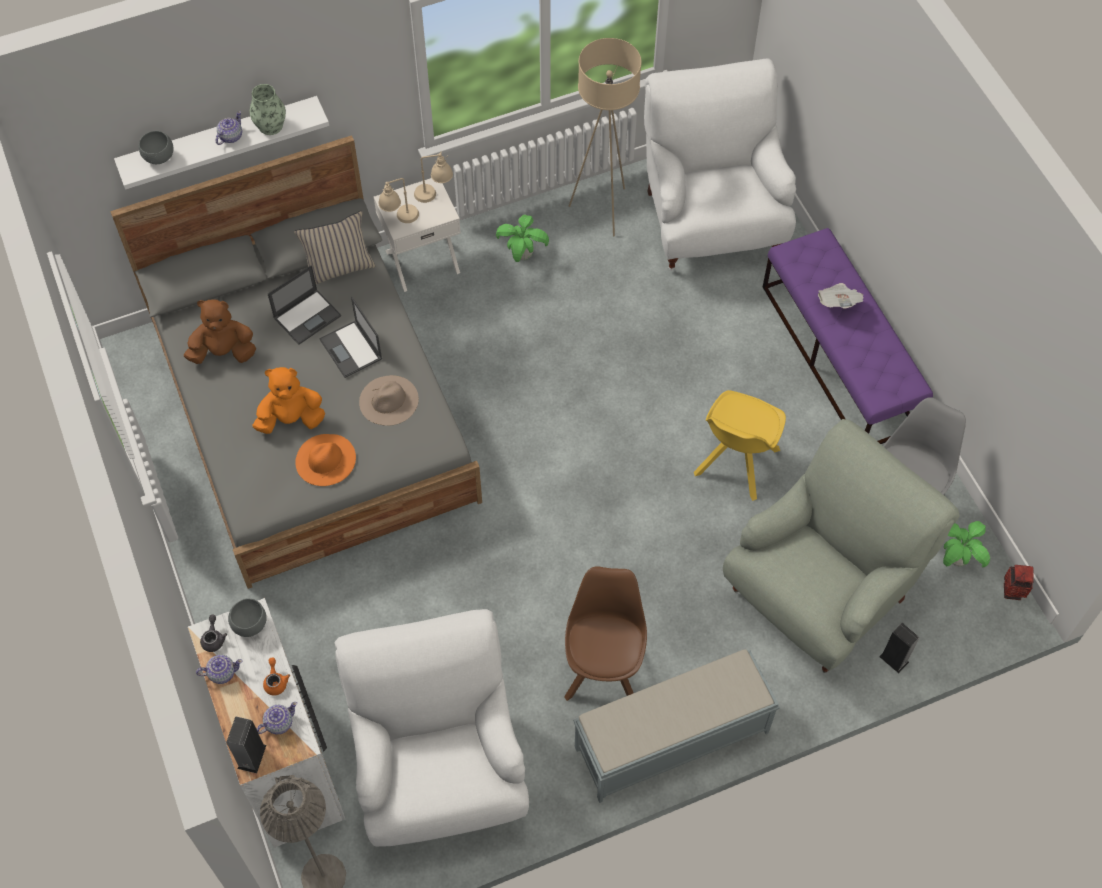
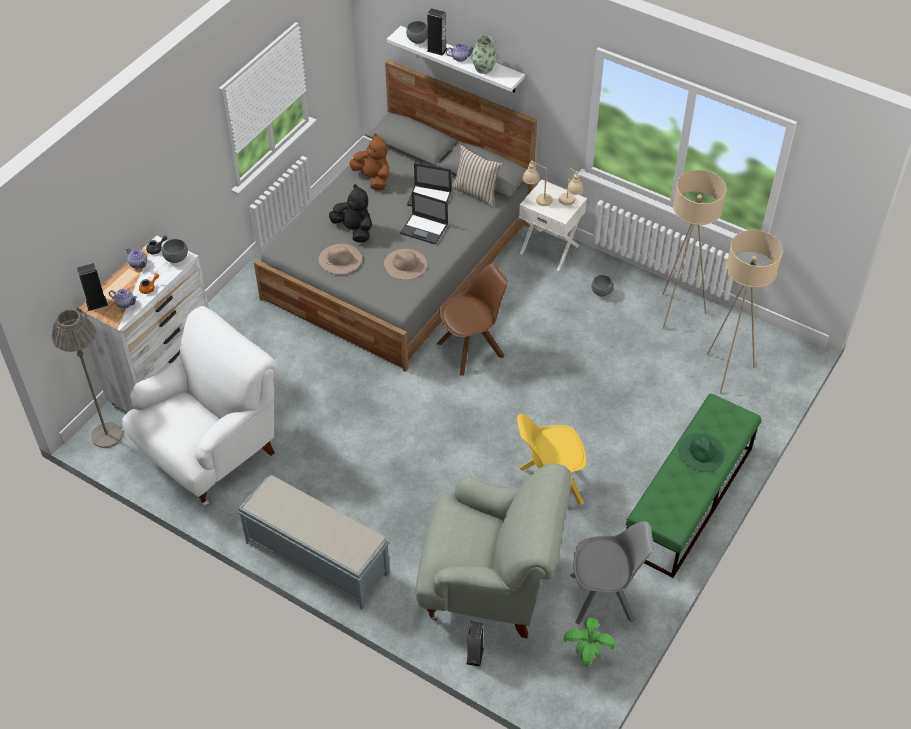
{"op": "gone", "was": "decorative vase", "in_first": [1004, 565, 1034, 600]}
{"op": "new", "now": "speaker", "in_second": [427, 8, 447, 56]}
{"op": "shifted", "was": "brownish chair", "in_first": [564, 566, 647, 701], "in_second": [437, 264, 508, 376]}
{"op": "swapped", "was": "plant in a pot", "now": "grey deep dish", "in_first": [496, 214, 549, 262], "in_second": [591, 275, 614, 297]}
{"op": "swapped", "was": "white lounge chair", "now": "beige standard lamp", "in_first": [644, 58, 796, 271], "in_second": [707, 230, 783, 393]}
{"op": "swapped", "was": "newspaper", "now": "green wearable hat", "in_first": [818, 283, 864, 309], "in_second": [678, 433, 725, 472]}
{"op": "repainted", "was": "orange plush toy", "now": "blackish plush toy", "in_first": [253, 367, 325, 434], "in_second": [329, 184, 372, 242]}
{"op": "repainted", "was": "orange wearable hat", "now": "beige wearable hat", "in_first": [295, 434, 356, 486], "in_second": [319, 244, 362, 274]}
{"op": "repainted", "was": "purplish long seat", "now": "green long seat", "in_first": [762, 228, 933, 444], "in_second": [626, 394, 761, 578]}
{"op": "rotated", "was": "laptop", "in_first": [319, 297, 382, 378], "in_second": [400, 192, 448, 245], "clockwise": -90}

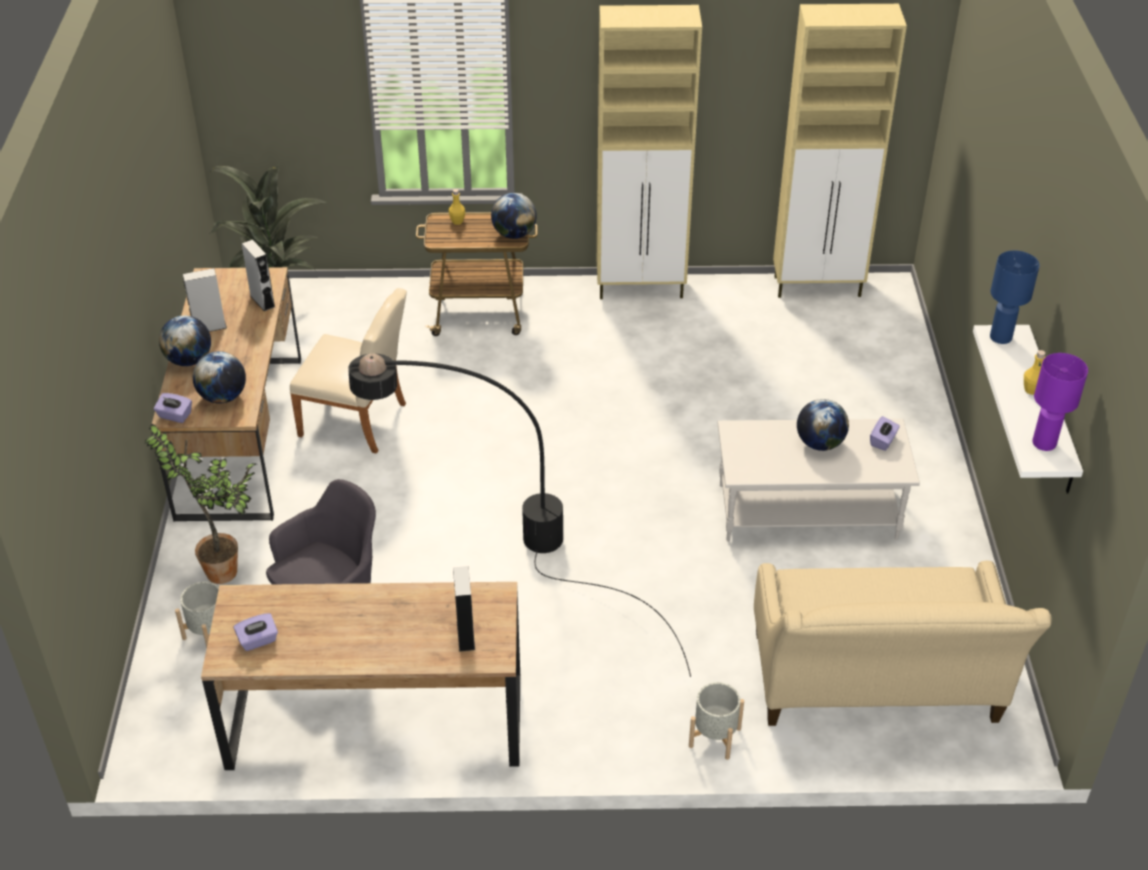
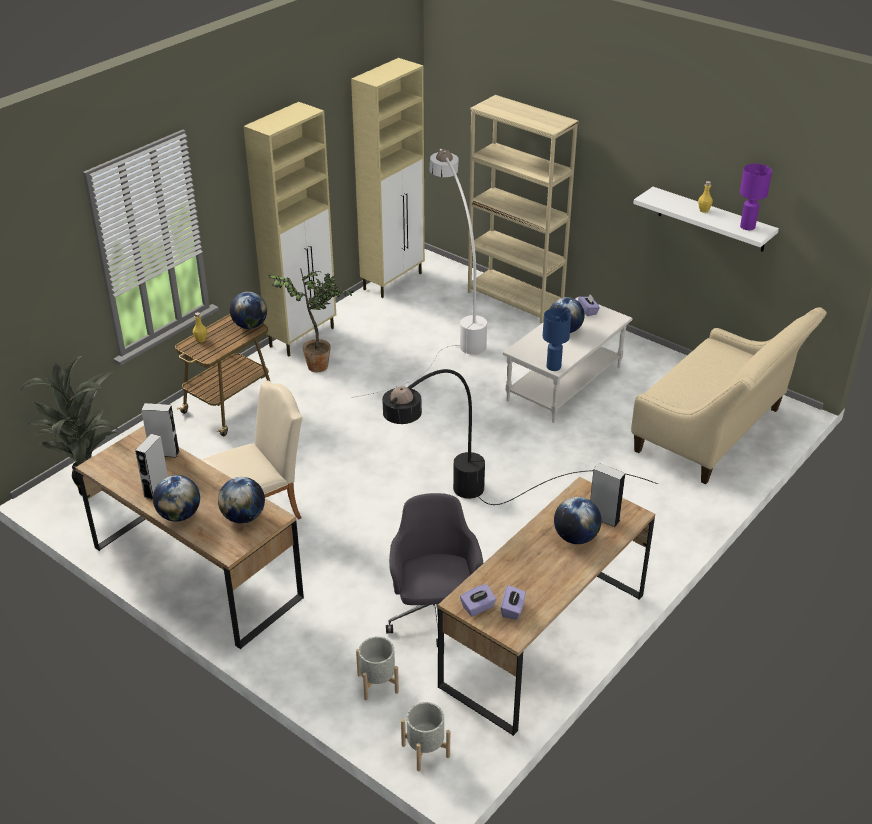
{"op": "new", "now": "white standard lamp", "in_second": [351, 149, 487, 398]}
{"op": "new", "now": "beige bookshelf", "in_second": [468, 95, 579, 324]}
{"op": "new", "now": "world globe", "in_second": [554, 497, 602, 544]}
{"op": "shifted", "was": "plant in a pot", "in_first": [145, 424, 256, 584], "in_second": [268, 268, 354, 373]}
{"op": "shifted", "was": "purplish tissue box", "in_first": [154, 393, 192, 423], "in_second": [460, 584, 497, 616]}
{"op": "shifted", "was": "grey plant pot", "in_first": [689, 682, 744, 760], "in_second": [401, 702, 450, 771]}
{"op": "shifted", "was": "bluish tabletop lamp", "in_first": [990, 251, 1040, 344], "in_second": [543, 308, 571, 371]}

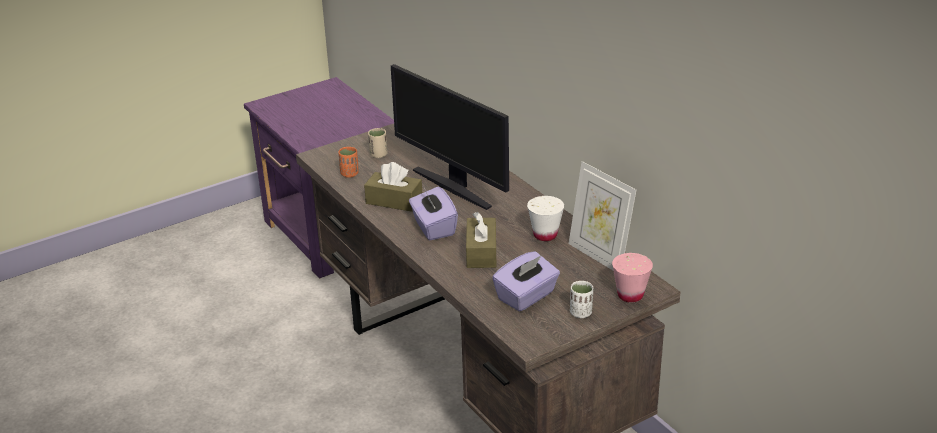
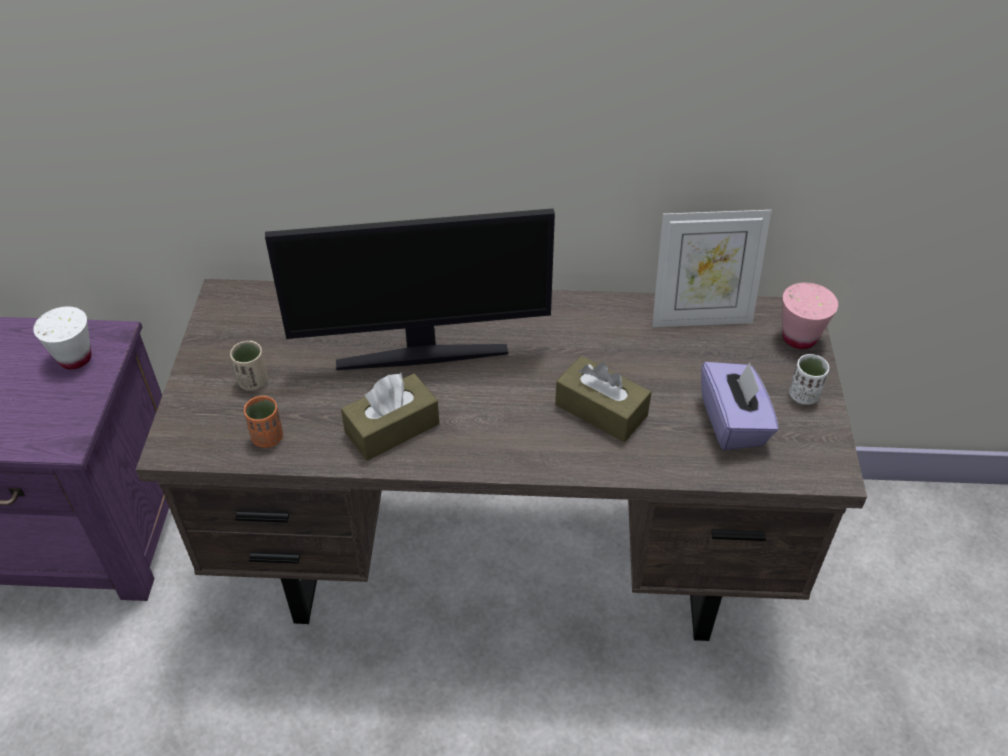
{"op": "gone", "was": "purplish tissue box", "in_first": [409, 187, 458, 240]}
{"op": "shifted", "was": "white small cup", "in_first": [527, 196, 564, 241], "in_second": [33, 306, 91, 369]}

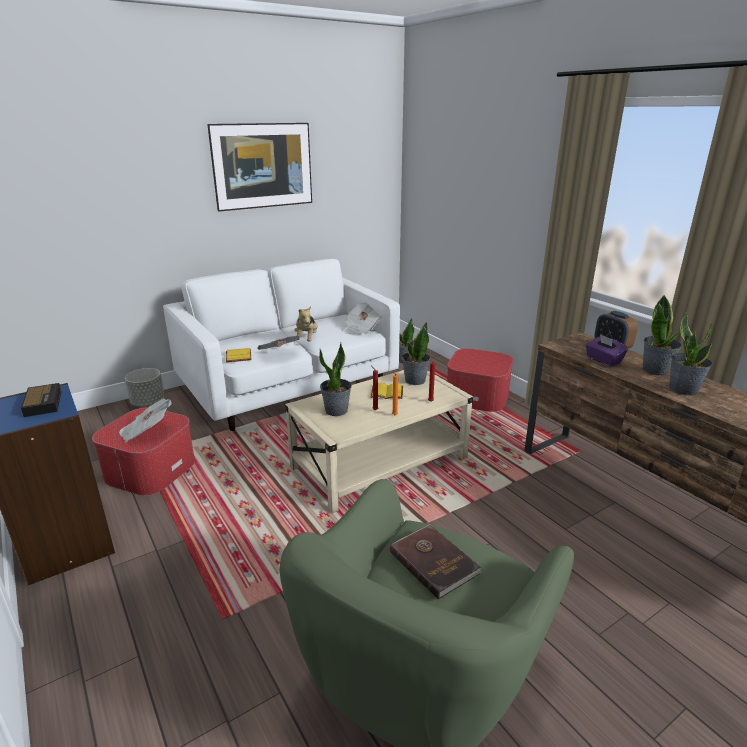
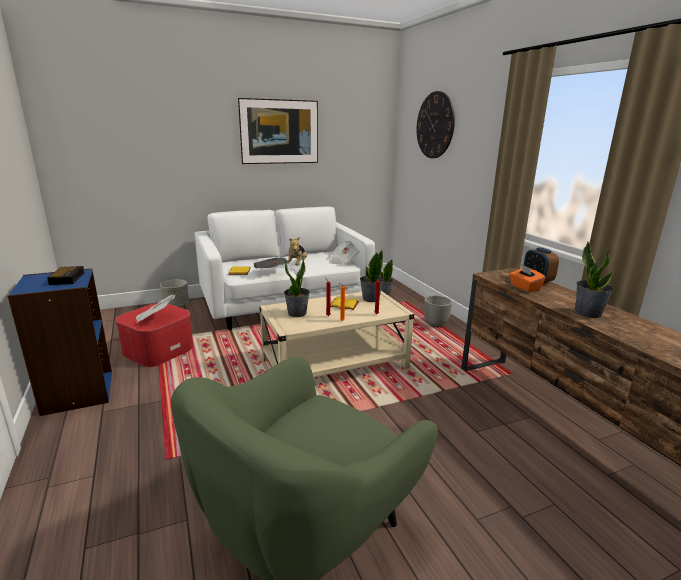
{"op": "gone", "was": "brownish volume", "in_first": [390, 524, 481, 600]}
{"op": "gone", "was": "plant in a pot", "in_first": [643, 295, 682, 376]}
{"op": "new", "now": "hanging clock", "in_second": [417, 91, 455, 158]}
{"op": "swapped", "was": "pouffe", "now": "plant pot", "in_first": [447, 348, 514, 412], "in_second": [424, 296, 452, 327]}
{"op": "repainted", "was": "purplish tissue box", "now": "orange tissue box", "in_first": [586, 334, 628, 367], "in_second": [509, 265, 546, 292]}

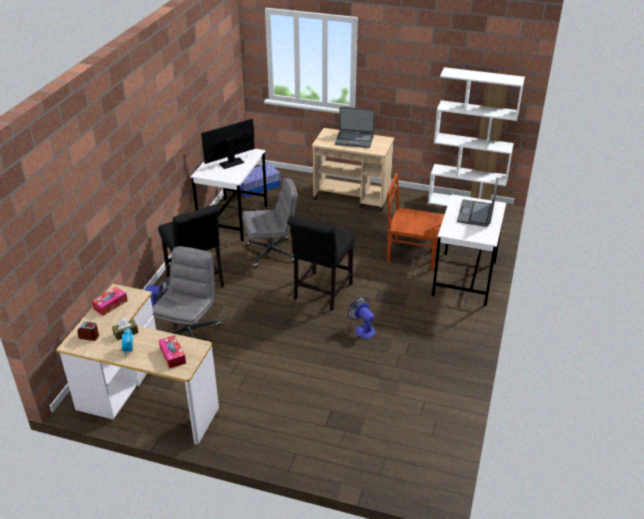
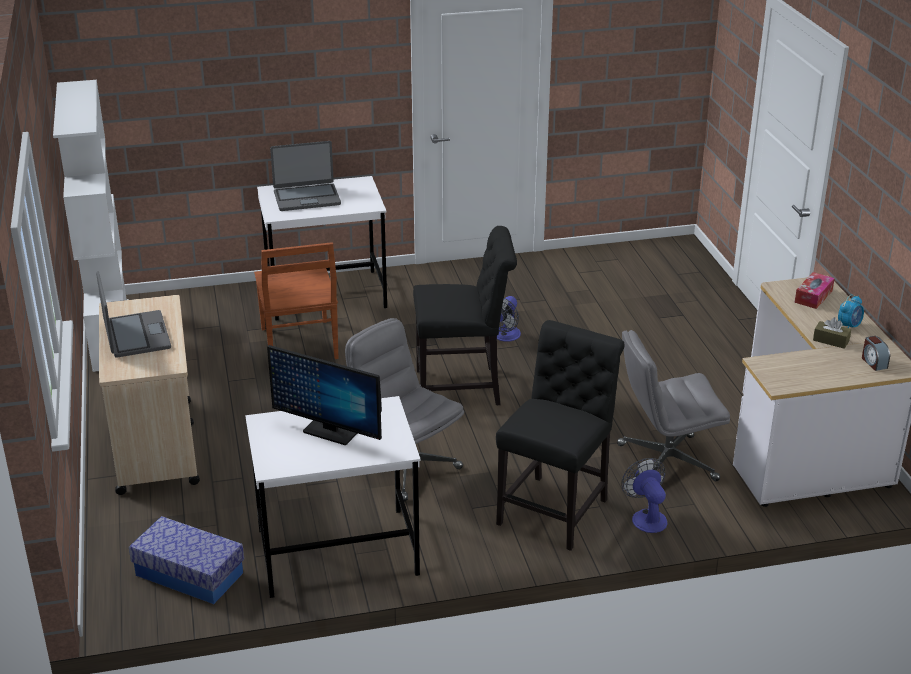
{"op": "gone", "was": "tissue box", "in_first": [92, 287, 128, 316]}

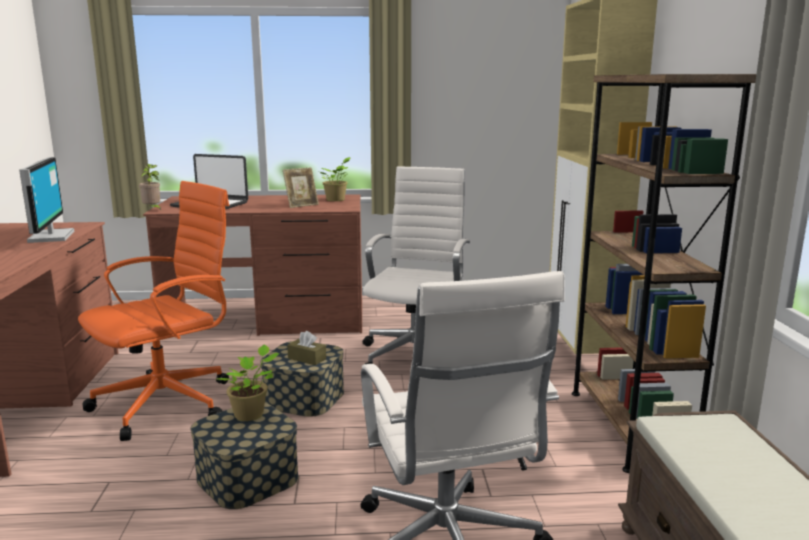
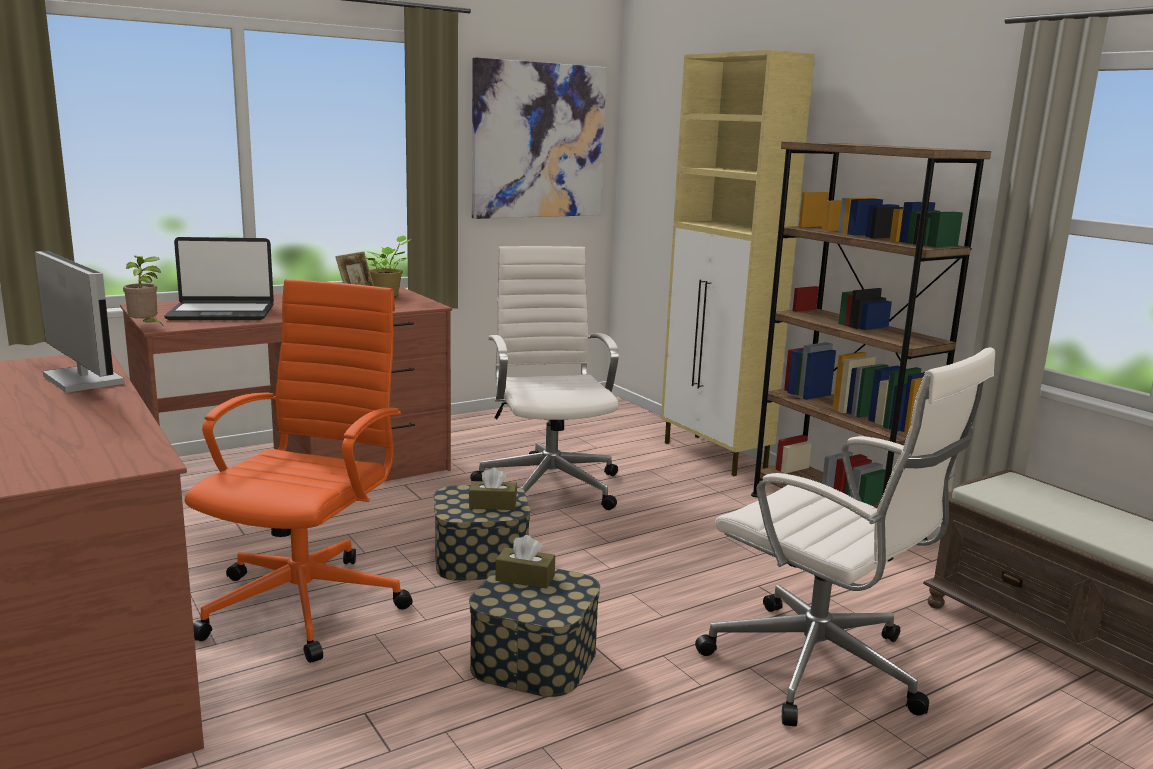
{"op": "new", "now": "wall picture", "in_second": [472, 57, 607, 219]}
{"op": "swapped", "was": "plant in a pot", "now": "brownish tissue box", "in_first": [217, 345, 280, 421], "in_second": [495, 535, 555, 589]}

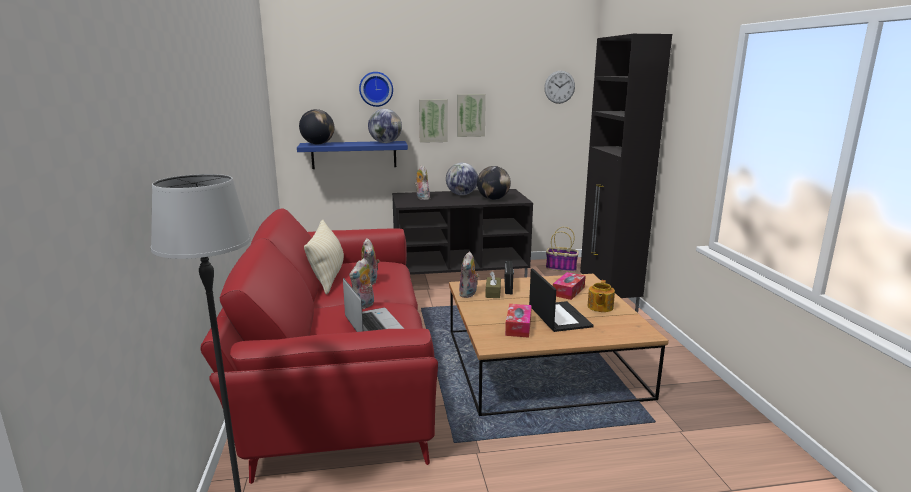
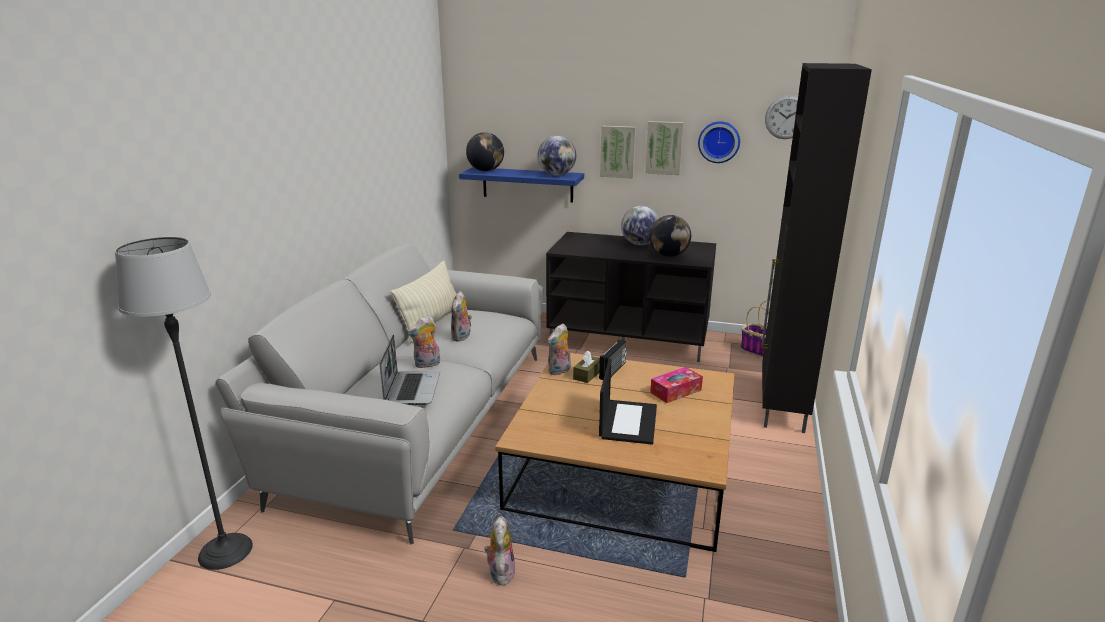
{"op": "gone", "was": "tissue box", "in_first": [505, 304, 532, 338]}
{"op": "gone", "was": "teapot", "in_first": [587, 280, 615, 312]}
{"op": "shifted", "was": "hanging clock", "in_first": [359, 72, 393, 107], "in_second": [698, 121, 740, 163]}
{"op": "shifted", "was": "plush toy", "in_first": [415, 165, 430, 200], "in_second": [484, 516, 516, 585]}
{"op": "repainted", "was": "red-coloured settee", "now": "grey settee", "in_first": [201, 209, 438, 484], "in_second": [215, 244, 543, 544]}

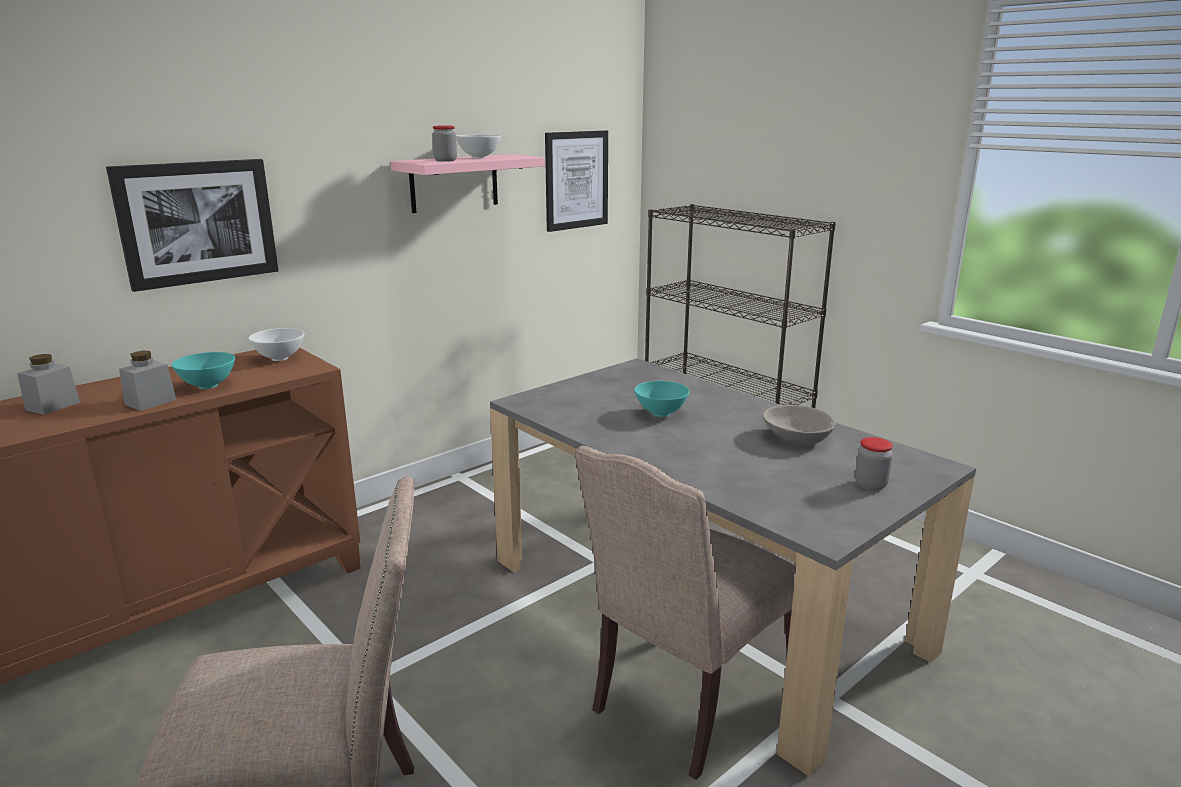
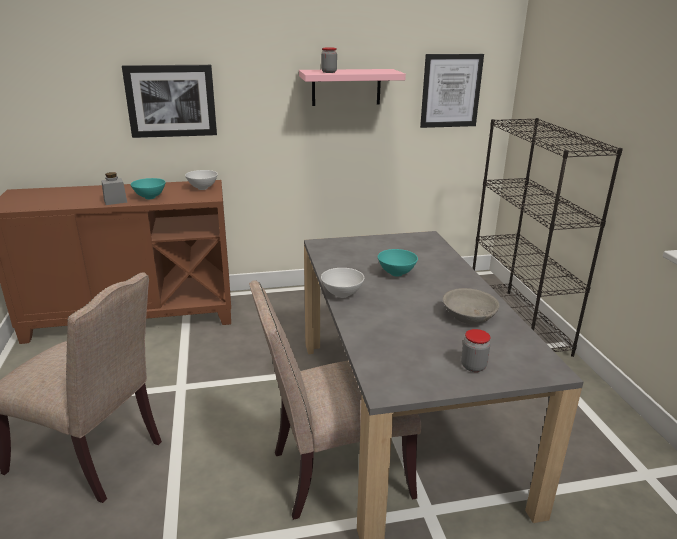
{"op": "gone", "was": "grey jar", "in_first": [17, 354, 80, 415]}
{"op": "shifted", "was": "white deep dish", "in_first": [456, 135, 501, 158], "in_second": [321, 268, 364, 298]}

